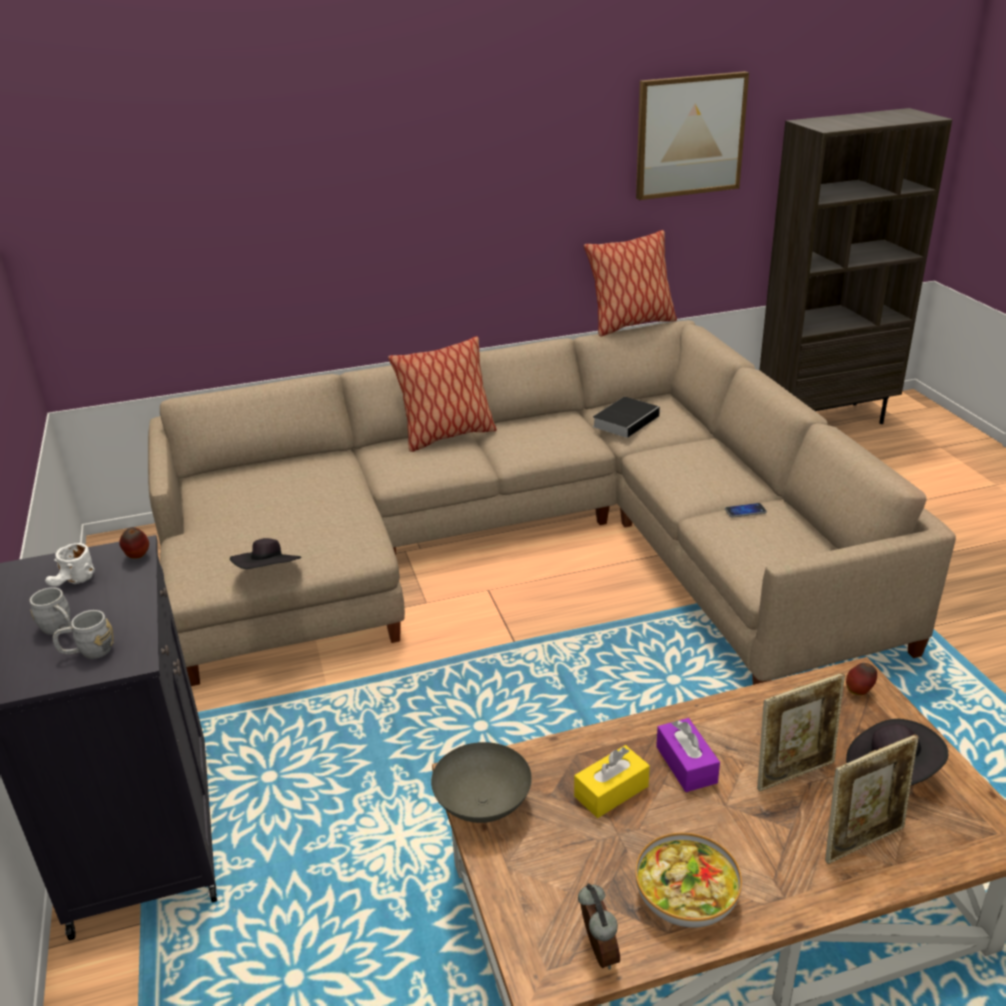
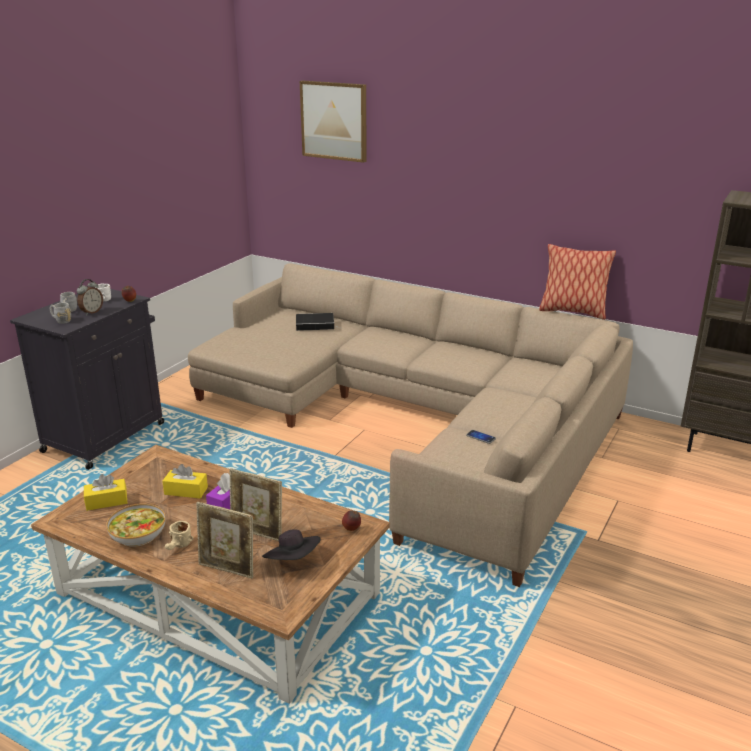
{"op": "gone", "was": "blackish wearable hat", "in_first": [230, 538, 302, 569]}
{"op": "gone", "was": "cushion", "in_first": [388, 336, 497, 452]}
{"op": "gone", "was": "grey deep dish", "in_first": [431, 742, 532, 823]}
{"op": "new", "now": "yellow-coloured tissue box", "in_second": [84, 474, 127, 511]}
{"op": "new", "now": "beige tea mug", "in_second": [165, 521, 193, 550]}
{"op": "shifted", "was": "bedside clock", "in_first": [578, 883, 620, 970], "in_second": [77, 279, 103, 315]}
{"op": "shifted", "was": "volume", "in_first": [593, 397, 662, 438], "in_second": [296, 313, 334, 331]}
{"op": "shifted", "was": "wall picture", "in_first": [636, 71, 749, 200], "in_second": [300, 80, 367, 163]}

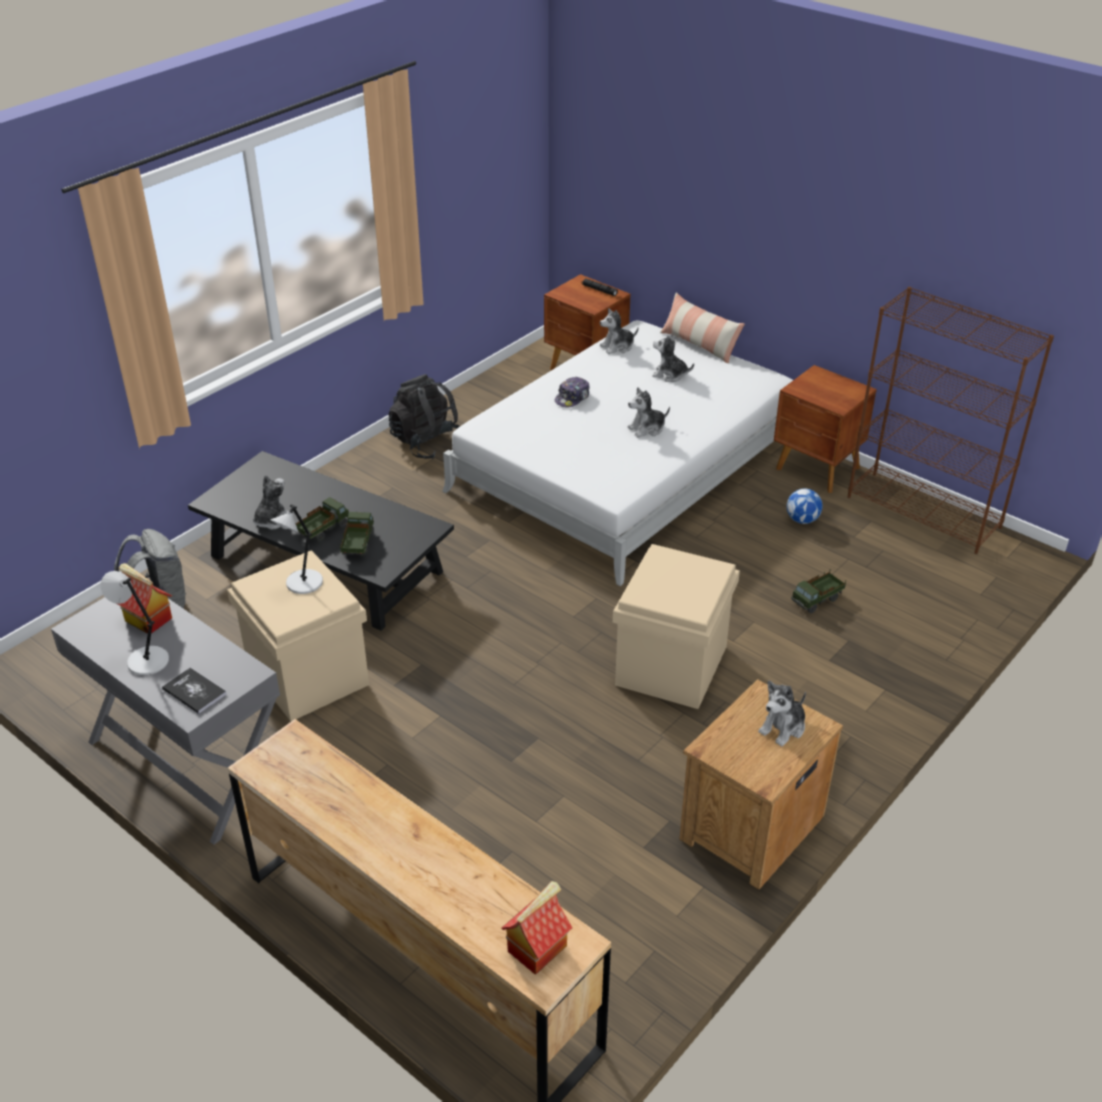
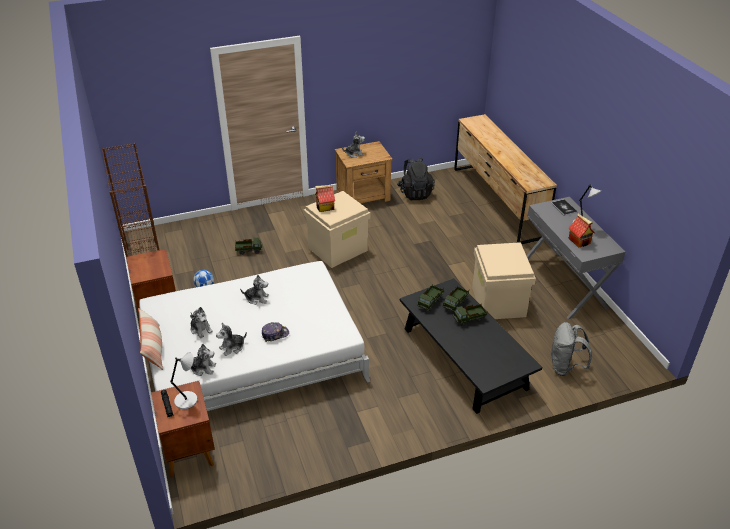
{"op": "new", "now": "toy truck", "in_second": [417, 283, 444, 311]}
{"op": "shifted", "was": "plush toy", "in_first": [253, 475, 289, 530], "in_second": [216, 323, 247, 356]}
{"op": "shifted", "was": "grey tabletop lamp", "in_first": [270, 504, 323, 594], "in_second": [170, 352, 197, 409]}
{"op": "shifted", "was": "blackish backpack", "in_first": [389, 374, 460, 459], "in_second": [397, 157, 435, 200]}
{"op": "shifted", "was": "model house", "in_first": [501, 881, 572, 975], "in_second": [315, 185, 335, 212]}

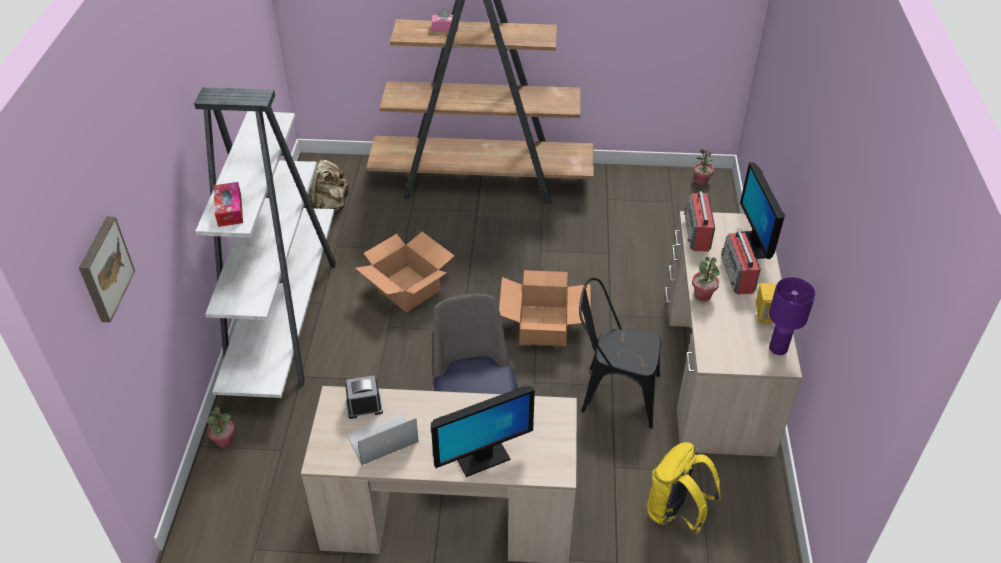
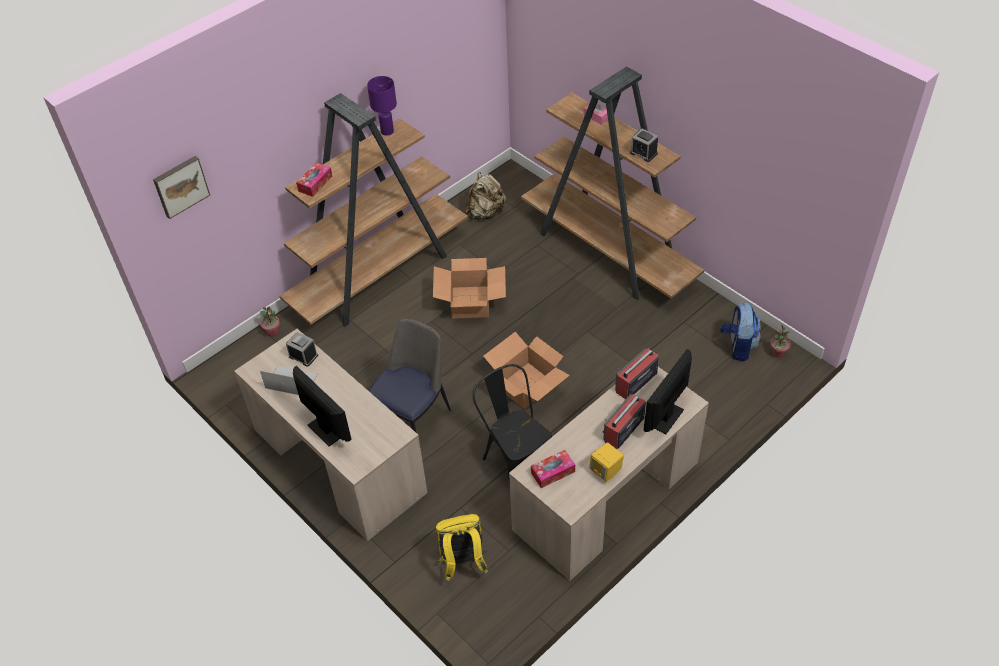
{"op": "gone", "was": "plant in a pot", "in_first": [692, 257, 720, 301]}
{"op": "new", "now": "tissue box", "in_second": [531, 450, 575, 488]}
{"op": "new", "now": "bedside clock", "in_second": [630, 129, 658, 162]}
{"op": "new", "now": "backpack", "in_second": [721, 303, 761, 361]}
{"op": "shifted", "was": "purplish tabletop lamp", "in_first": [769, 277, 816, 355], "in_second": [367, 76, 397, 136]}
{"op": "repainted", "was": "white bookshelf", "now": "brownish bookshelf", "in_first": [194, 87, 336, 398], "in_second": [280, 93, 468, 327]}
{"op": "rotated", "was": "monitor", "in_first": [431, 386, 535, 477], "in_second": [293, 366, 352, 446], "clockwise": -150}

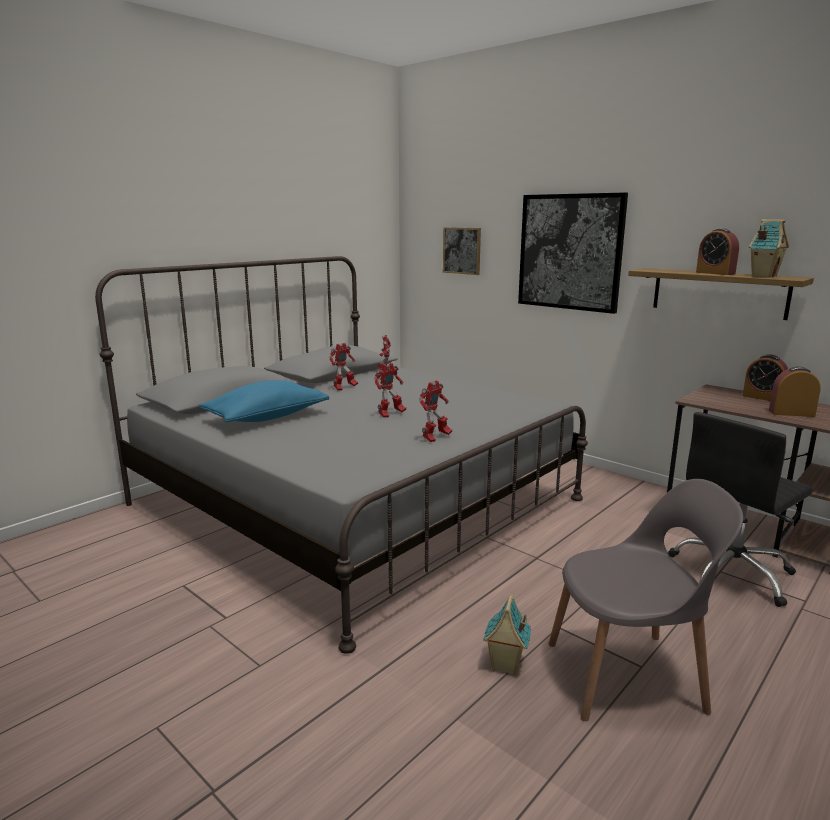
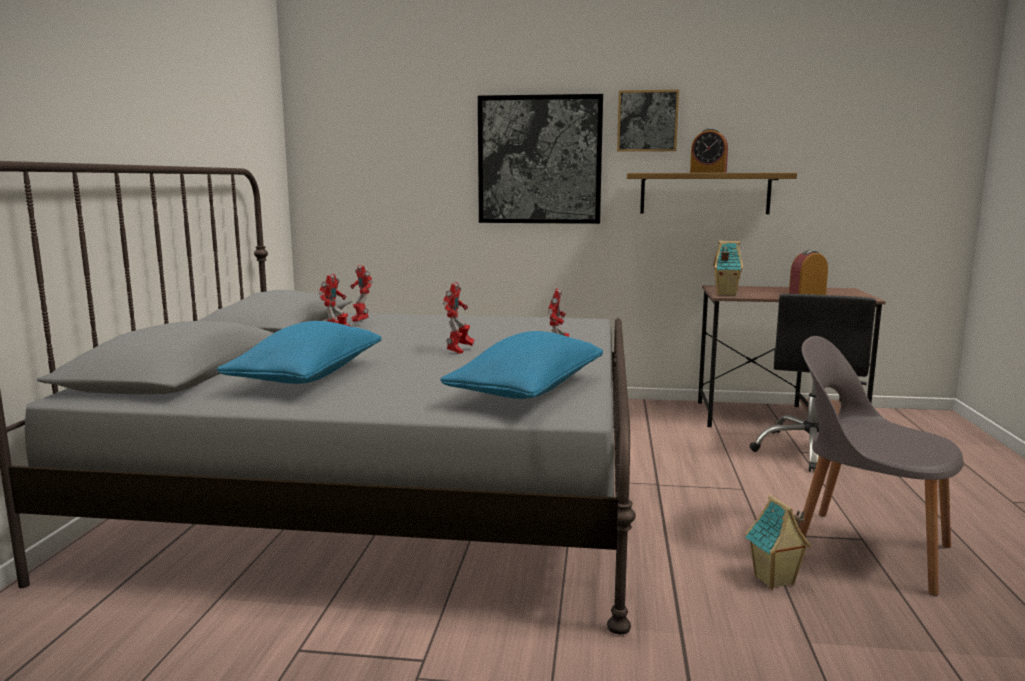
{"op": "gone", "was": "bedside clock", "in_first": [743, 354, 788, 401]}
{"op": "new", "now": "bluish cushion", "in_second": [440, 331, 603, 399]}
{"op": "shifted", "was": "wall picture", "in_first": [443, 227, 481, 275], "in_second": [617, 90, 679, 152]}
{"op": "shifted", "was": "model house", "in_first": [749, 219, 789, 277], "in_second": [713, 241, 743, 296]}
{"op": "rotated", "was": "grey chair", "in_first": [549, 479, 743, 721], "in_second": [800, 336, 964, 596], "clockwise": -105}

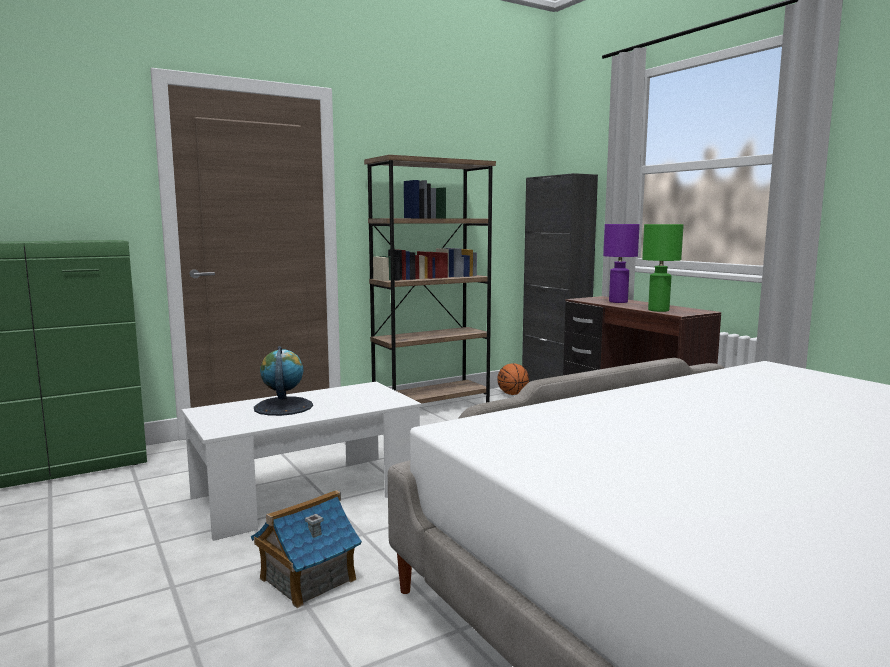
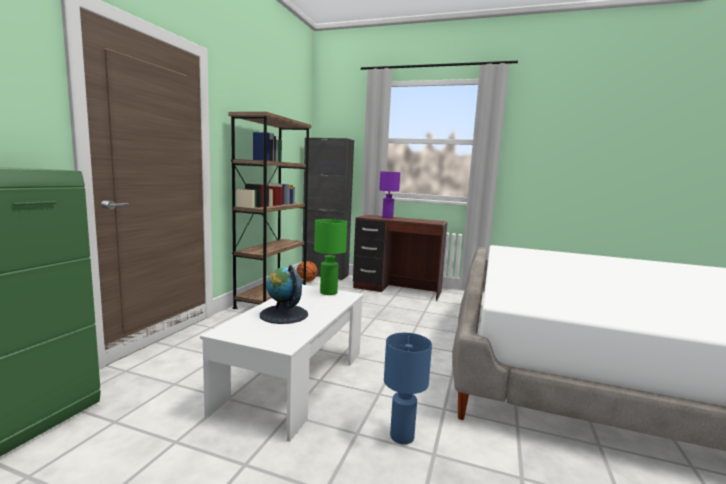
{"op": "shifted", "was": "green tabletop lamp", "in_first": [642, 224, 684, 312], "in_second": [314, 219, 347, 295]}
{"op": "swapped", "was": "model house", "now": "bluish tabletop lamp", "in_first": [251, 490, 362, 608], "in_second": [384, 333, 432, 445]}

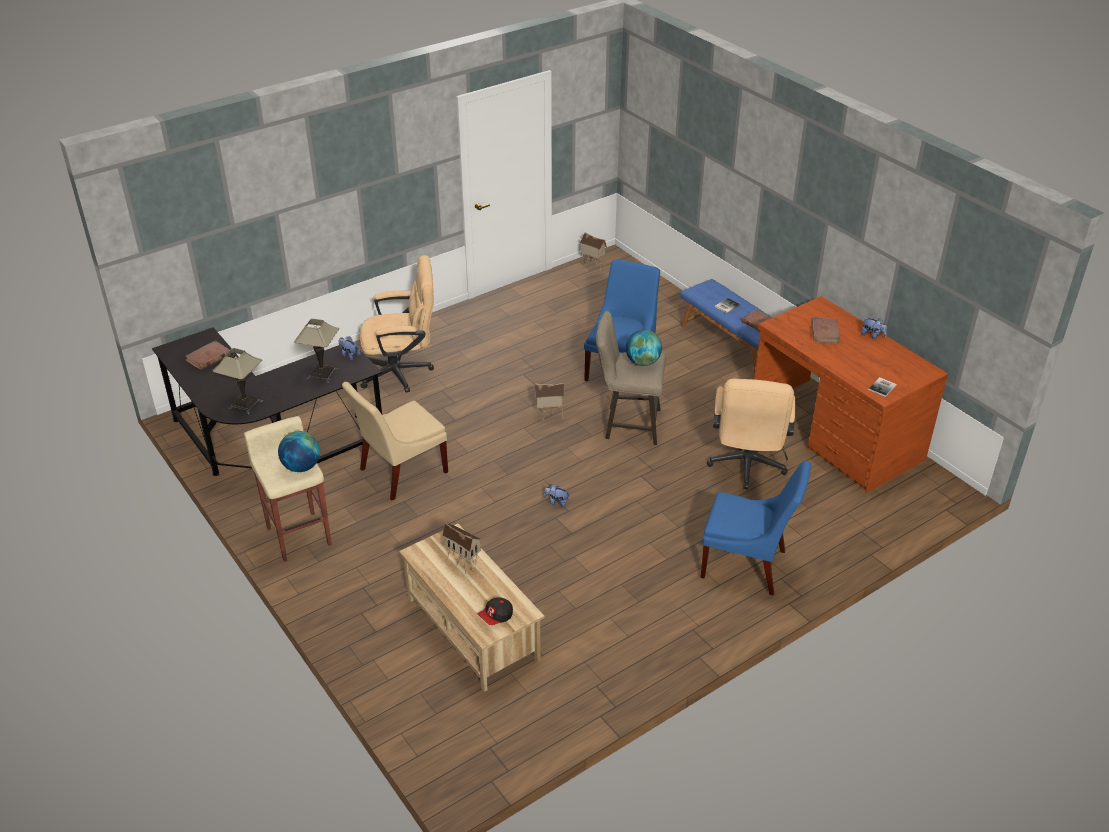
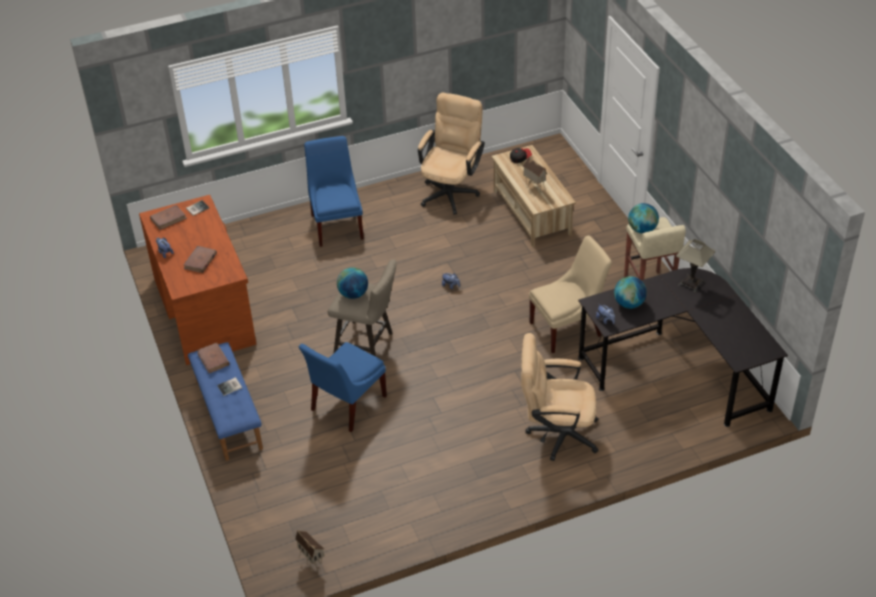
{"op": "gone", "was": "model house", "in_first": [535, 383, 565, 421]}
{"op": "shifted", "was": "brownish volume", "in_first": [186, 341, 231, 370], "in_second": [150, 205, 187, 230]}
{"op": "shifted", "was": "beige office chair", "in_first": [707, 379, 796, 489], "in_second": [418, 92, 485, 215]}
{"op": "swapped", "was": "tabletop lamp", "now": "world globe", "in_first": [294, 319, 339, 383], "in_second": [614, 276, 647, 309]}
{"op": "rotated", "was": "bluish chair", "in_first": [700, 461, 811, 595], "in_second": [304, 136, 364, 247], "clockwise": 45}

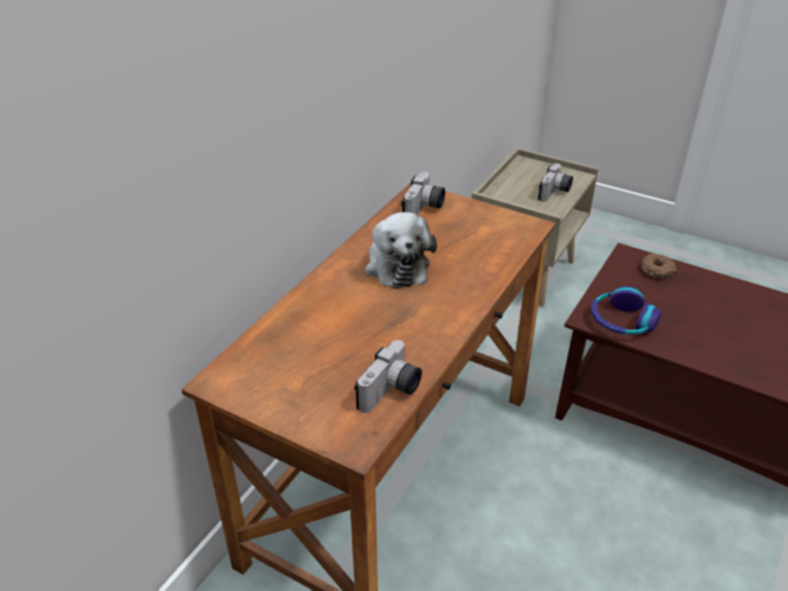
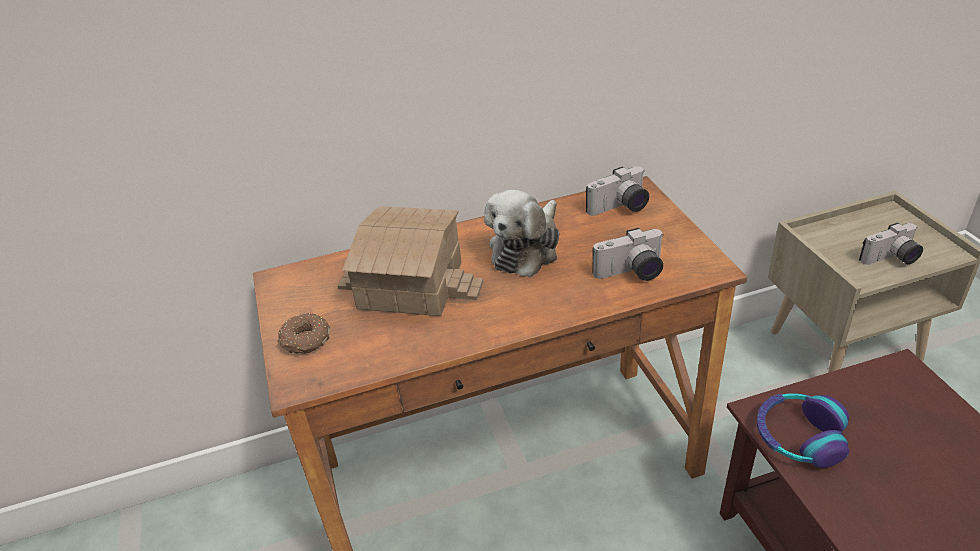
{"op": "new", "now": "model house", "in_second": [338, 206, 483, 316]}
{"op": "shifted", "was": "still camera", "in_first": [354, 340, 422, 413], "in_second": [592, 228, 664, 281]}
{"op": "shifted", "was": "doughnut", "in_first": [641, 254, 677, 278], "in_second": [277, 313, 330, 354]}

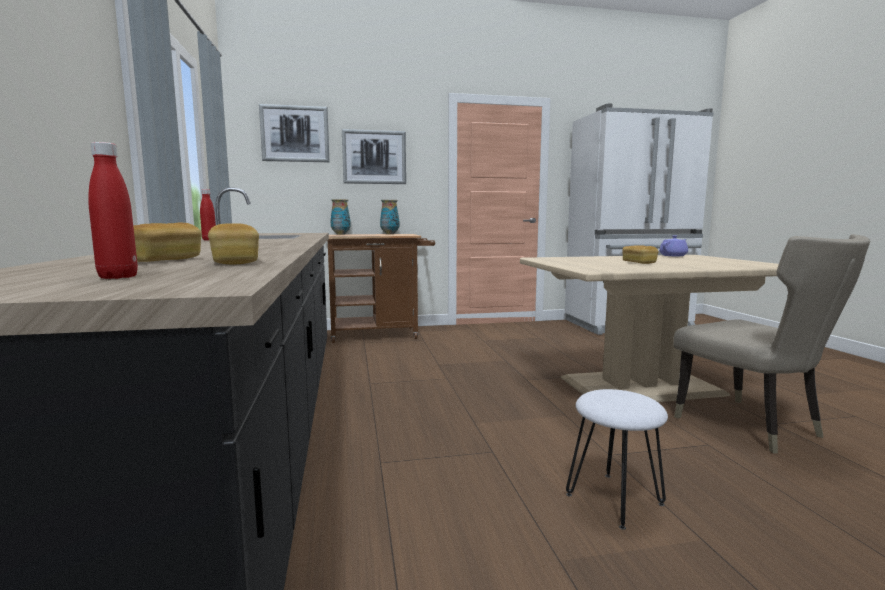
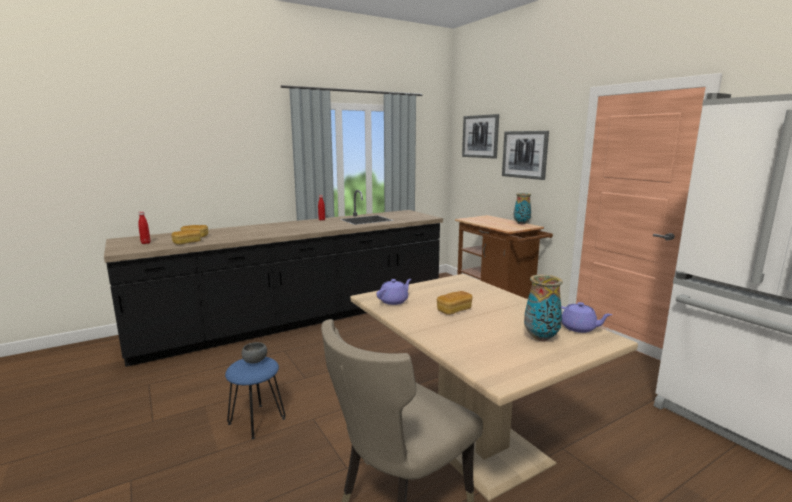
{"op": "new", "now": "grey deep dish", "in_second": [242, 342, 267, 364]}
{"op": "new", "now": "purplish teapot", "in_second": [376, 279, 411, 305]}
{"op": "shifted", "was": "decorative vase", "in_first": [331, 199, 351, 235], "in_second": [524, 275, 563, 341]}
{"op": "repainted", "was": "white stool seat", "now": "bluish stool seat", "in_first": [566, 389, 668, 530], "in_second": [225, 357, 286, 439]}

